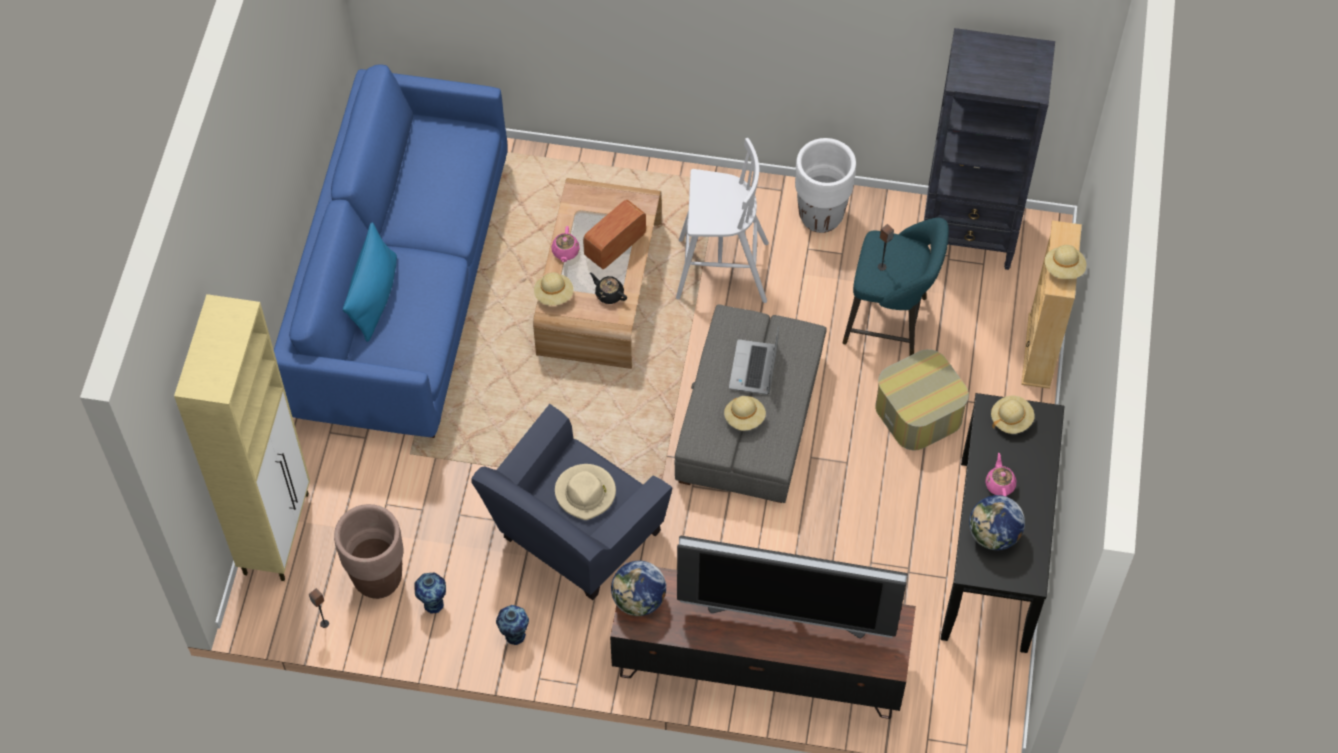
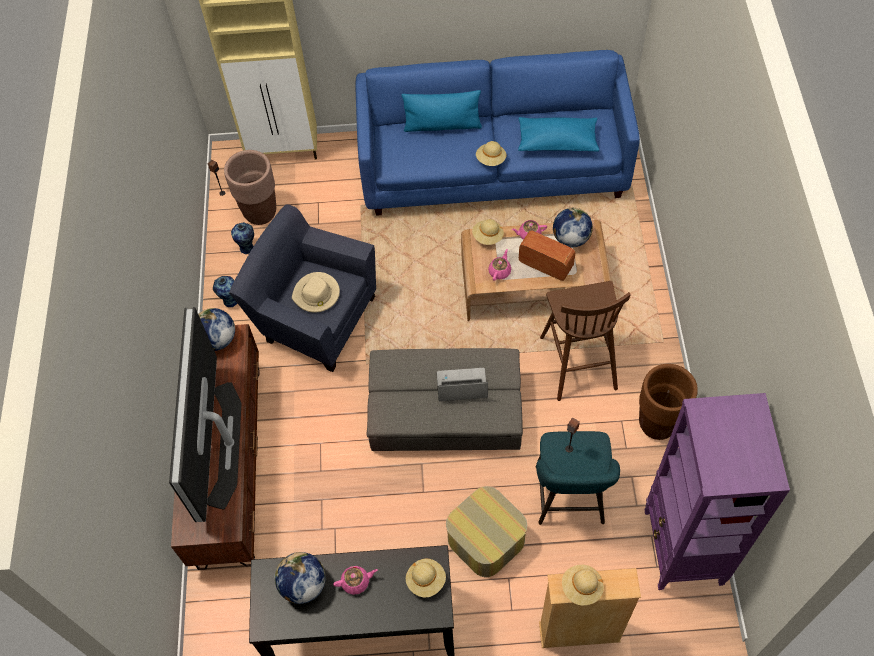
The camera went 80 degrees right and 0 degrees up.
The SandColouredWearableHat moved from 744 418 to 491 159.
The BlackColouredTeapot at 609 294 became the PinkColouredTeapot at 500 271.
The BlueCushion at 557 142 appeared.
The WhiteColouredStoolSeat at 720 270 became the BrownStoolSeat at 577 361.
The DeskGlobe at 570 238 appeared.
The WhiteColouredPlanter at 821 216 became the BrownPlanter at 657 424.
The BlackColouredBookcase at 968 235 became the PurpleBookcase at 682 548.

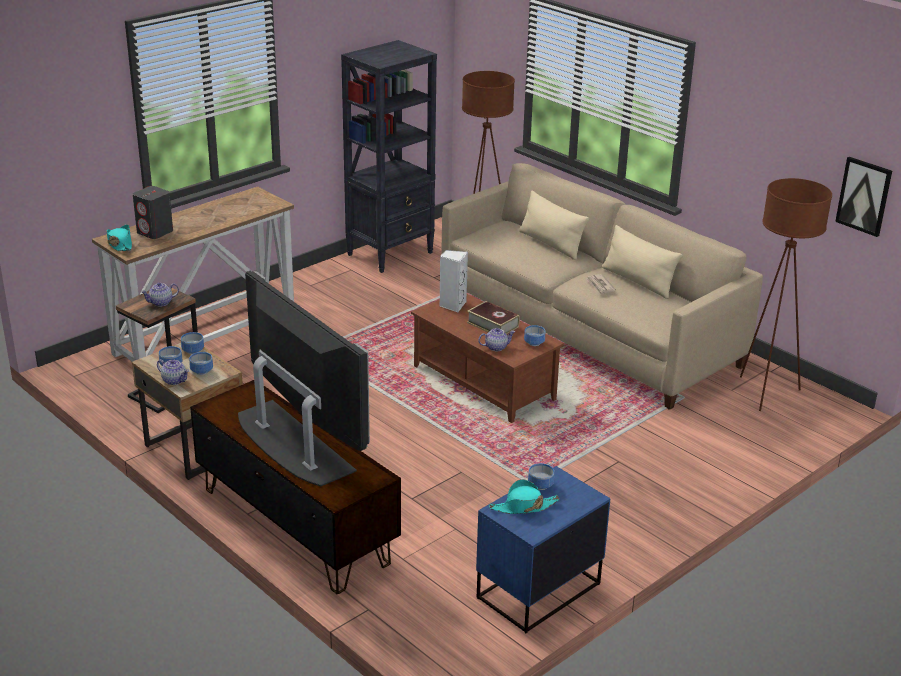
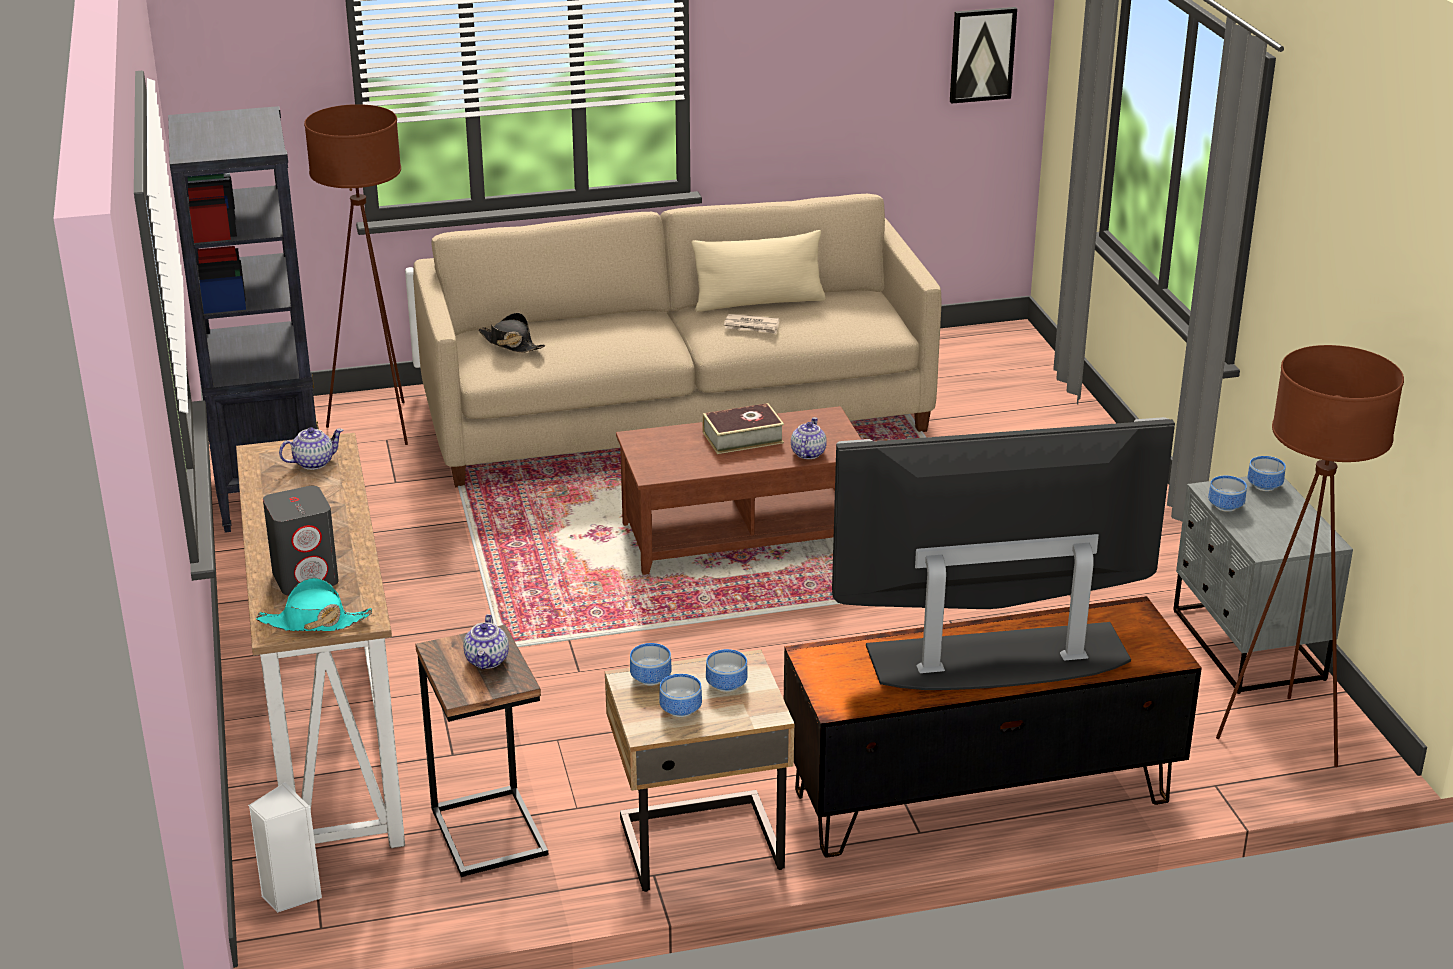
The camera went 60 degrees left and 0 degrees up.
The WhiteColouredAudioSpeaker moved from 452 305 to 290 894.
The Teapot moved from 175 380 to 314 462.
The BlackColouredWearableHat at 511 344 appeared.
The BlueNightstand at 537 591 became the GreyishNightstand at 1246 646.
The BrownStandingLamp moved from 766 393 to 1282 735.
The DeepDish moved from 534 342 to 1263 485.
The TurquoiseWearableHat at 523 507 disappeared.
The SandColouredCushion at 551 244 disappeared.

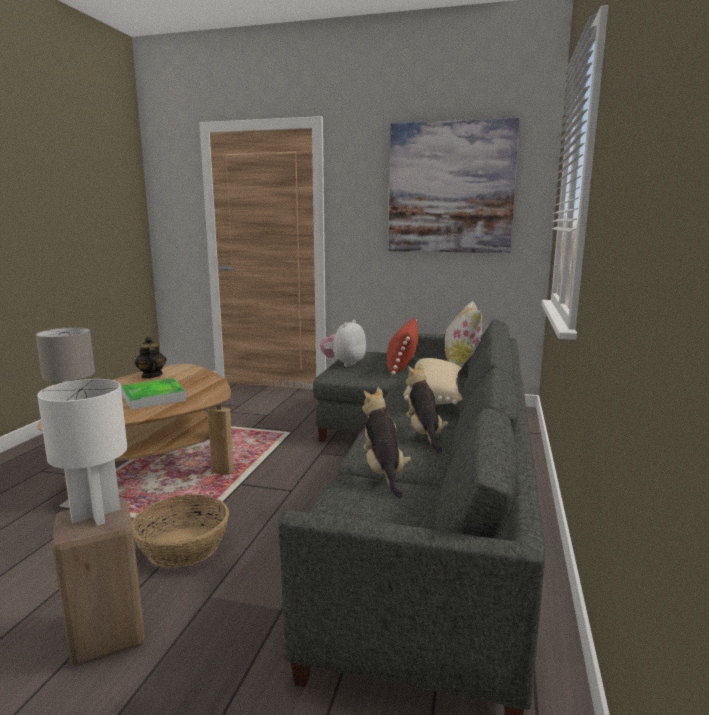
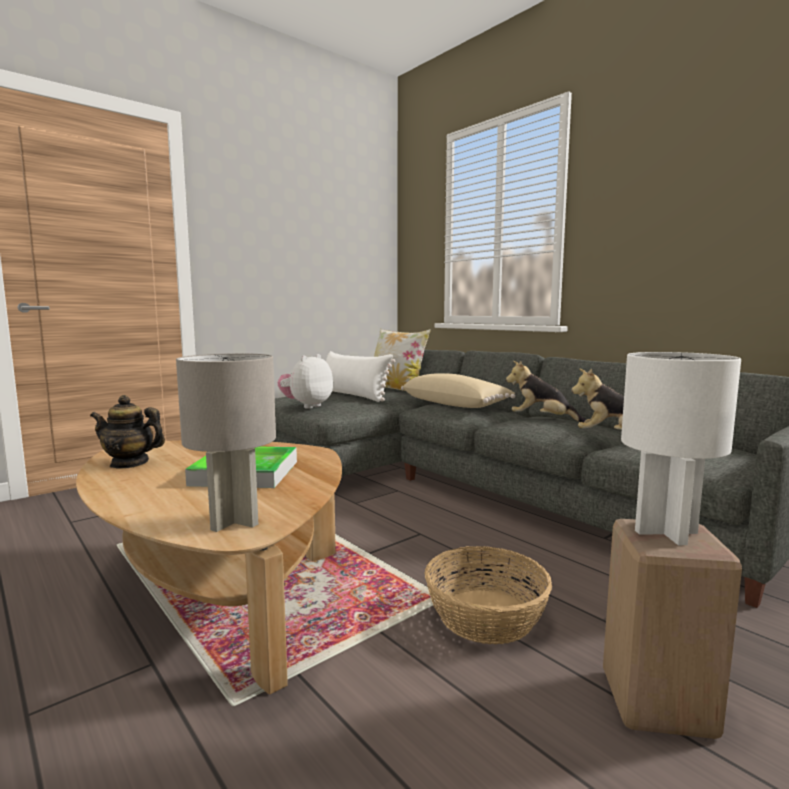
The camera went 55 degrees left and 5 degrees down.
The SoftToy at 344 364 turned 60 degrees clockwise.
The ReddishCushion at 402 363 became the WhiteColouredCushion at 352 395.
The Picture at 450 188 disappeared.

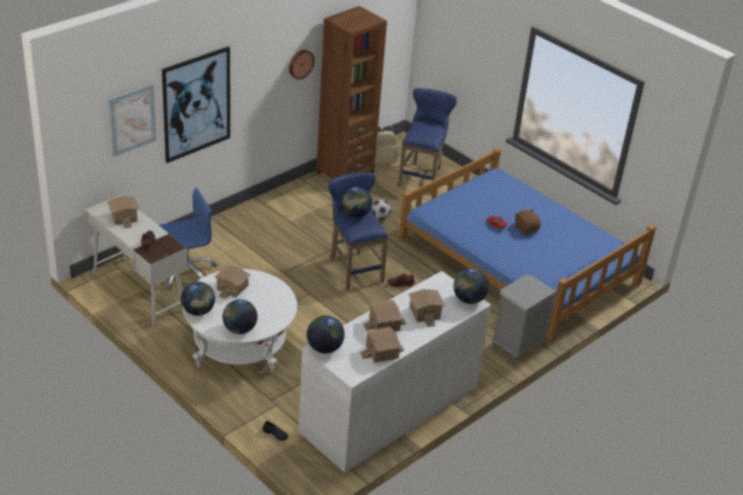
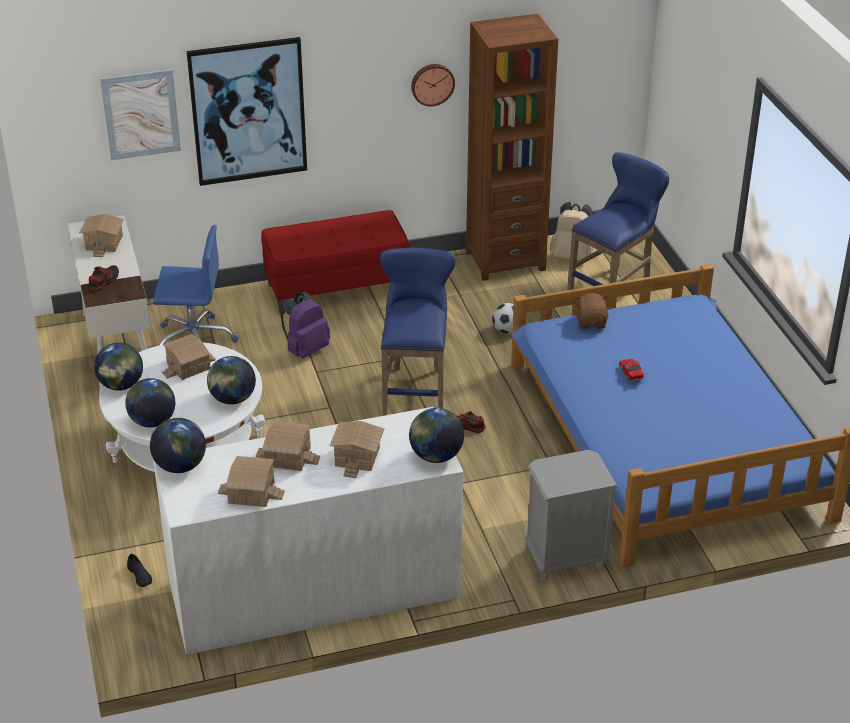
The camera went 30 degrees right and 0 degrees up.
The DeskGlobe moved from 355 214 to 232 399.
The ReddishBench at 337 288 appeared.
The PurpleBackpack at 305 349 appeared.
The BrownSoftToy moved from 526 229 to 591 322.

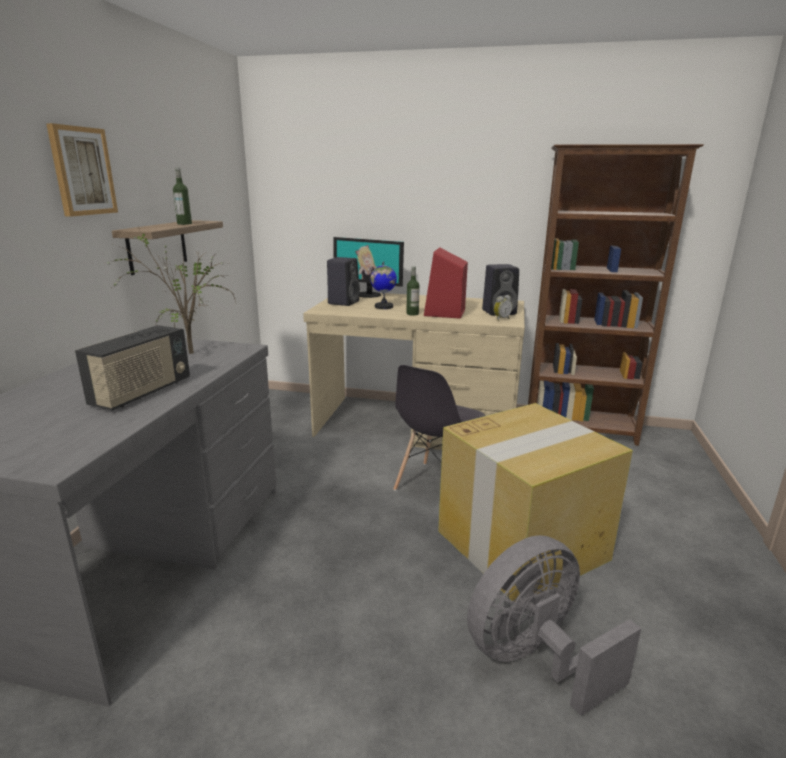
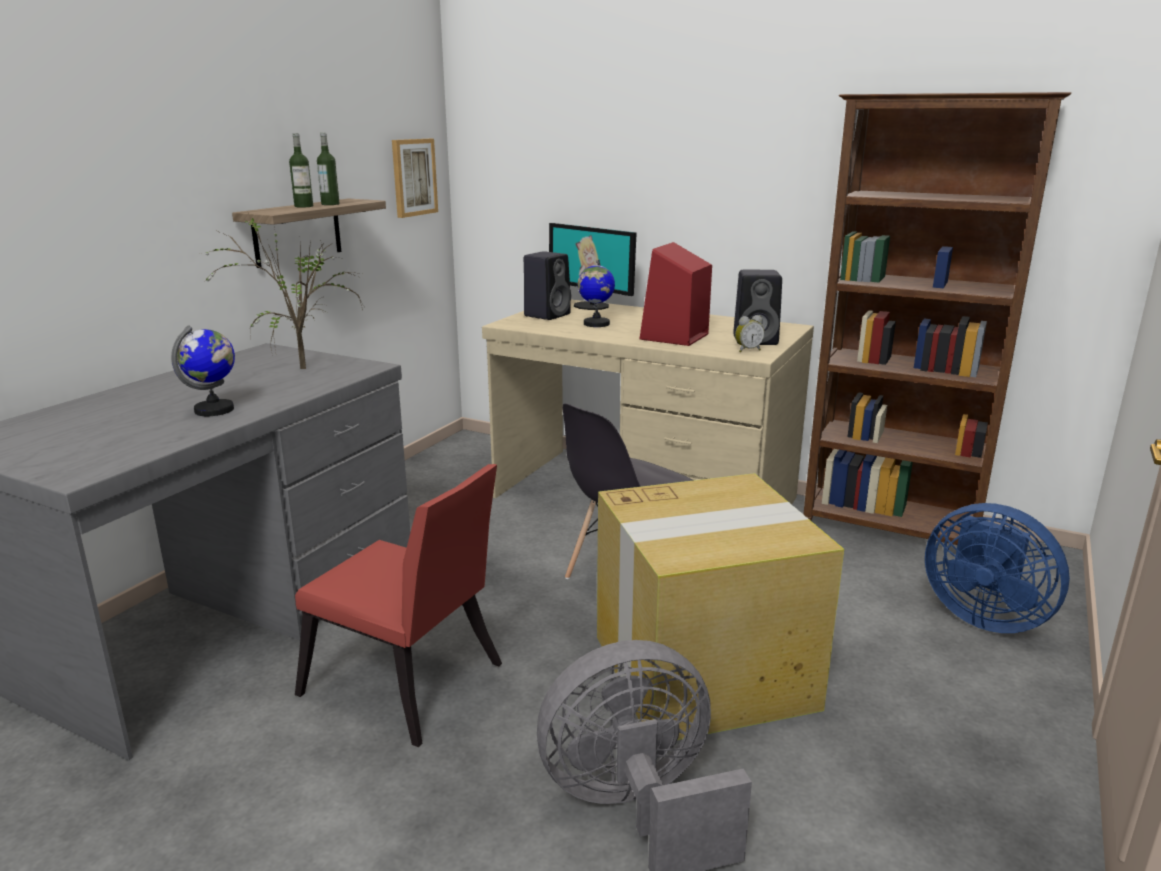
The camera went 15 degrees right and 0 degrees up.
The RadioSet at 142 393 was replaced by the DeskGlobe at 215 410.
The Bottle moved from 412 314 to 304 206.
The ReddishChair at 409 686 appeared.
The Picture moved from 82 171 to 413 177.
The BlueElectricFan at 983 616 appeared.

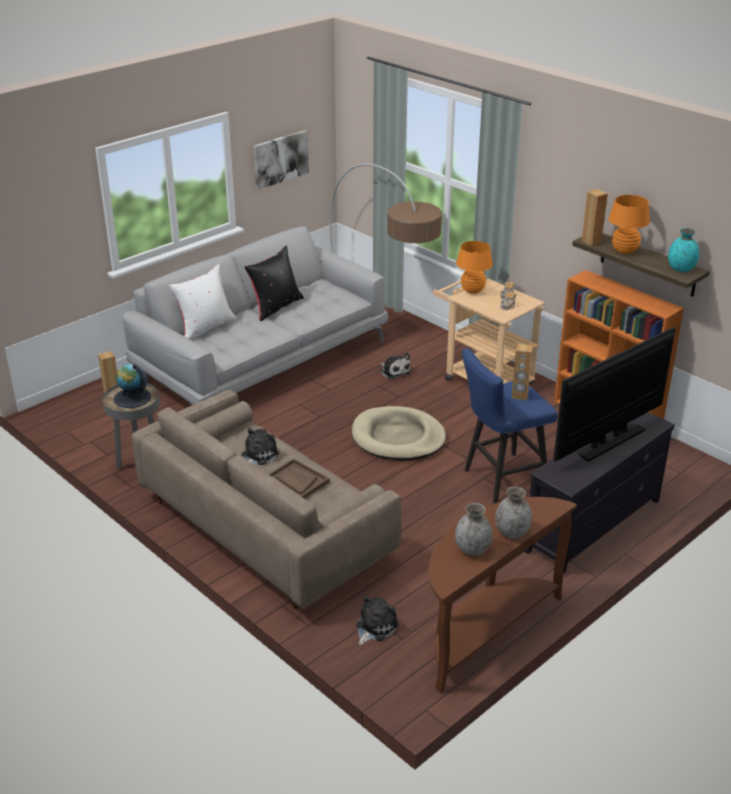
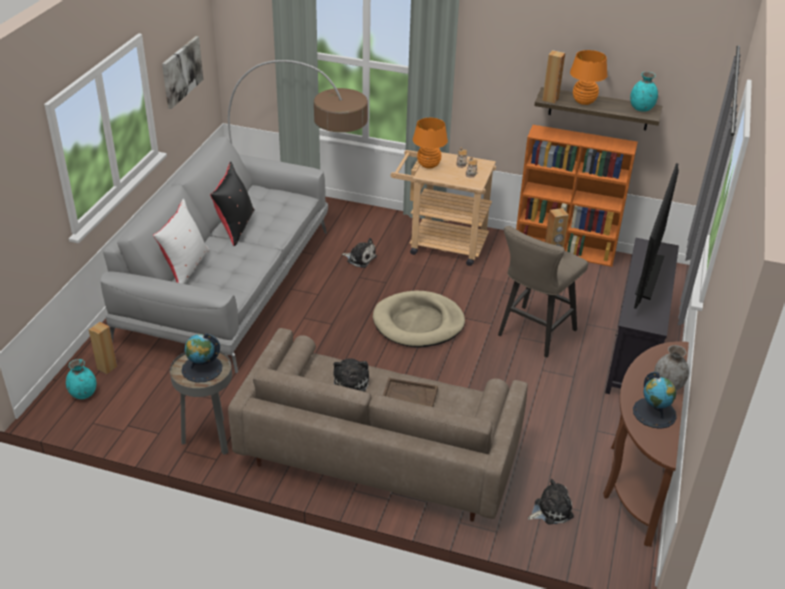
The camera went 30 degrees left and 5 degrees up.
The TurquoiseDecorativeVase at 83 394 appeared.
The BlueStoolSeat at 500 480 became the SandColouredStoolSeat at 533 334.
The SoftToy at 374 627 turned 60 degrees clockwise.
The GreyishDecorativeVase at 472 549 was replaced by the DeskGlobe at 654 413.

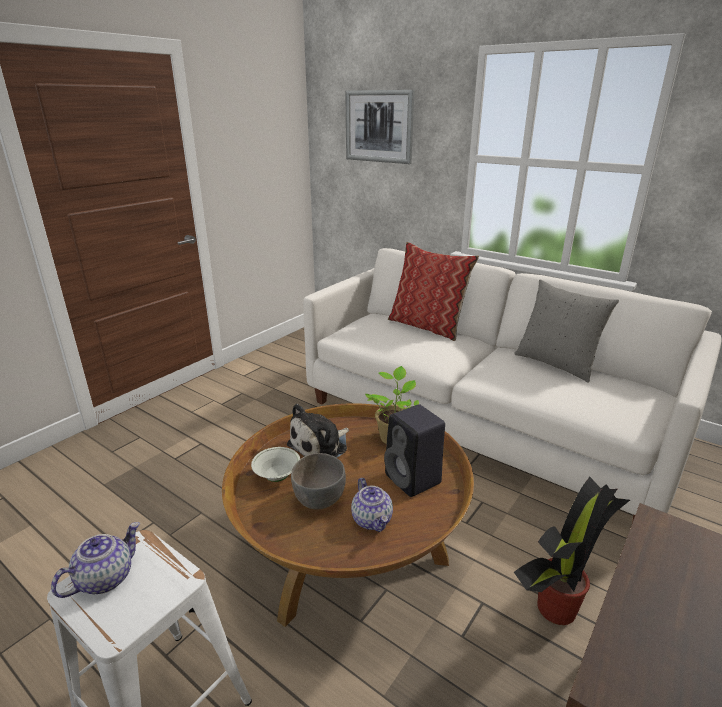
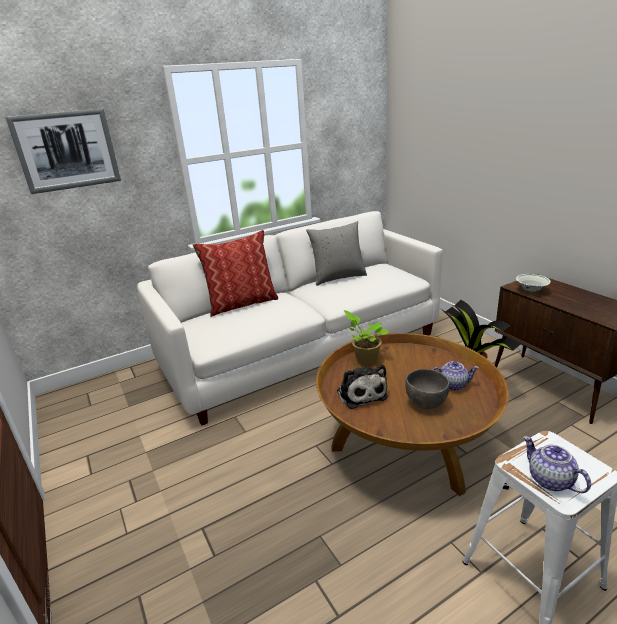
The camera went 65 degrees left and 0 degrees up.
The WhiteColouredDeepDish moved from 277 476 to 531 291.
The BlackColouredAudioSpeaker at 414 480 disappeared.

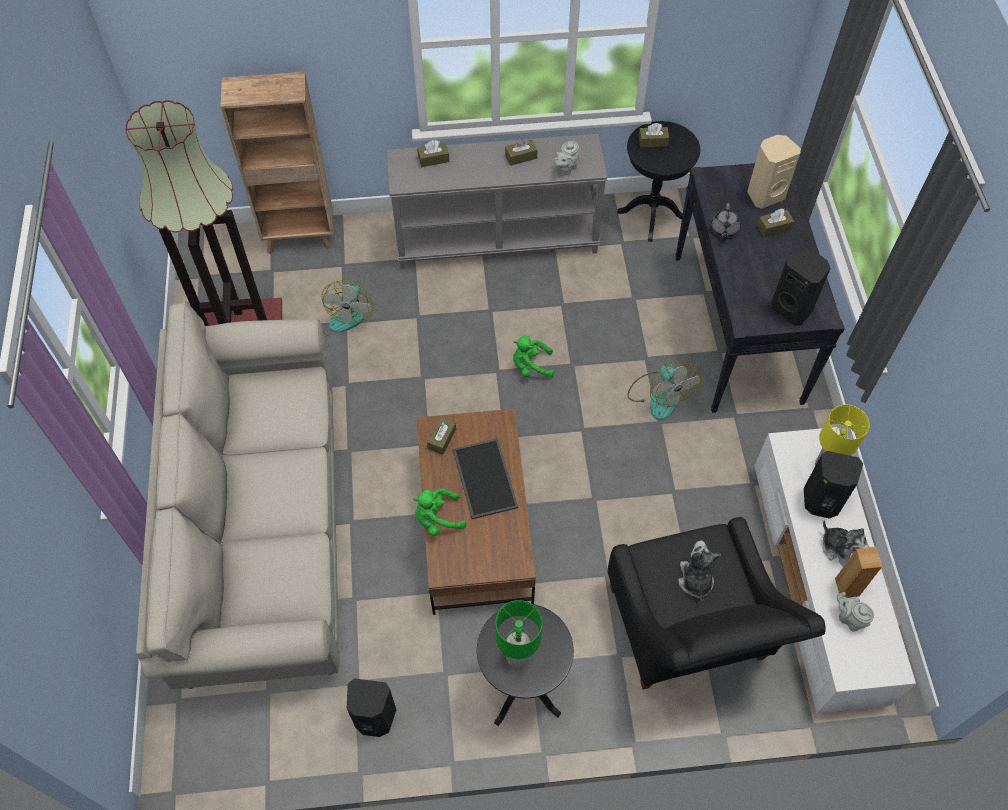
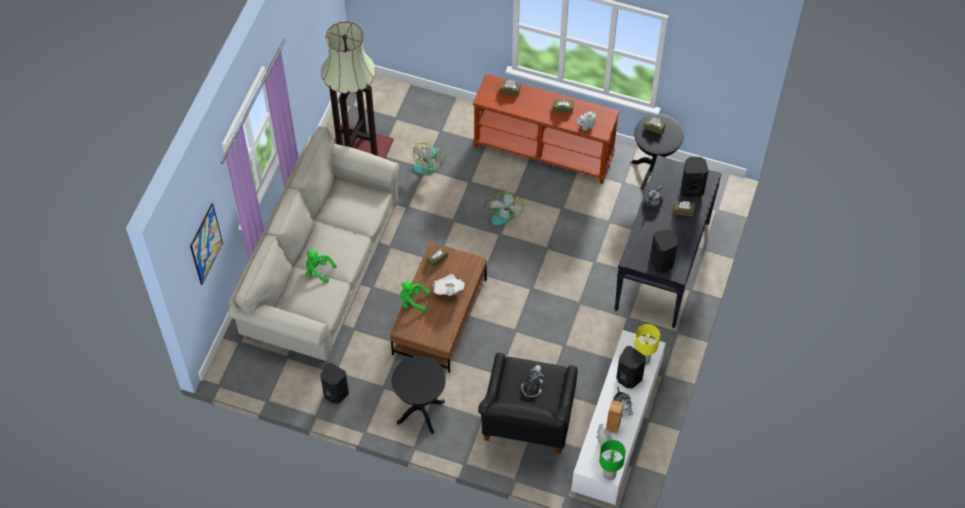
The camera went 25 degrees right and 0 degrees up.
The Picture at 206 244 appeared.
The GreenishSoftToy moved from 531 366 to 318 270.
The Tray at 483 478 was replaced by the Newspaper at 448 289.
The GreyishHallTable at 497 239 became the BrownHallTable at 544 150.
The ElectricFan moved from 659 395 to 503 211.
The GreenishTableLamp moved from 517 657 to 609 474.
The SandColouredAudioSpeaker at 765 195 became the BlackColouredAudioSpeaker at 691 189.
The BrownBookcase at 300 237 disappeared.

